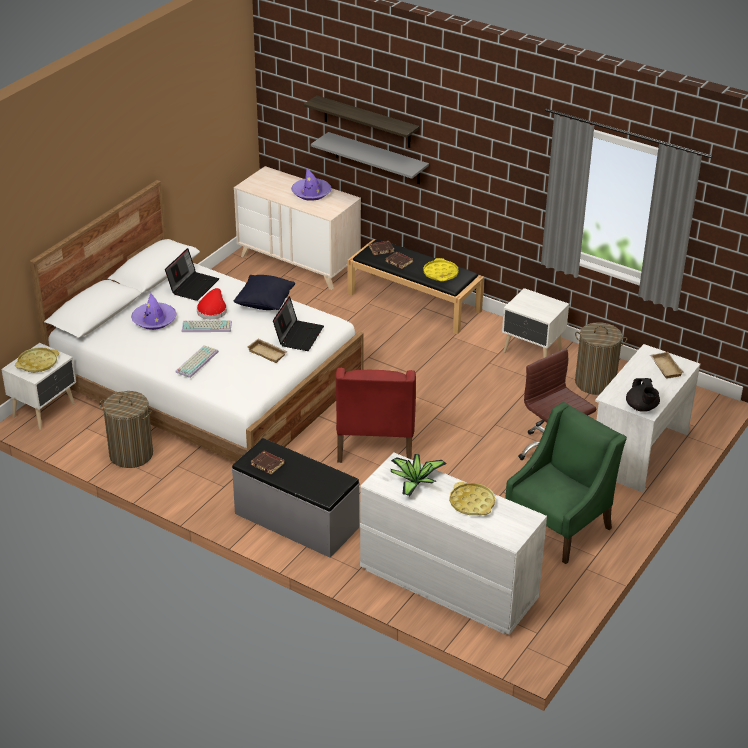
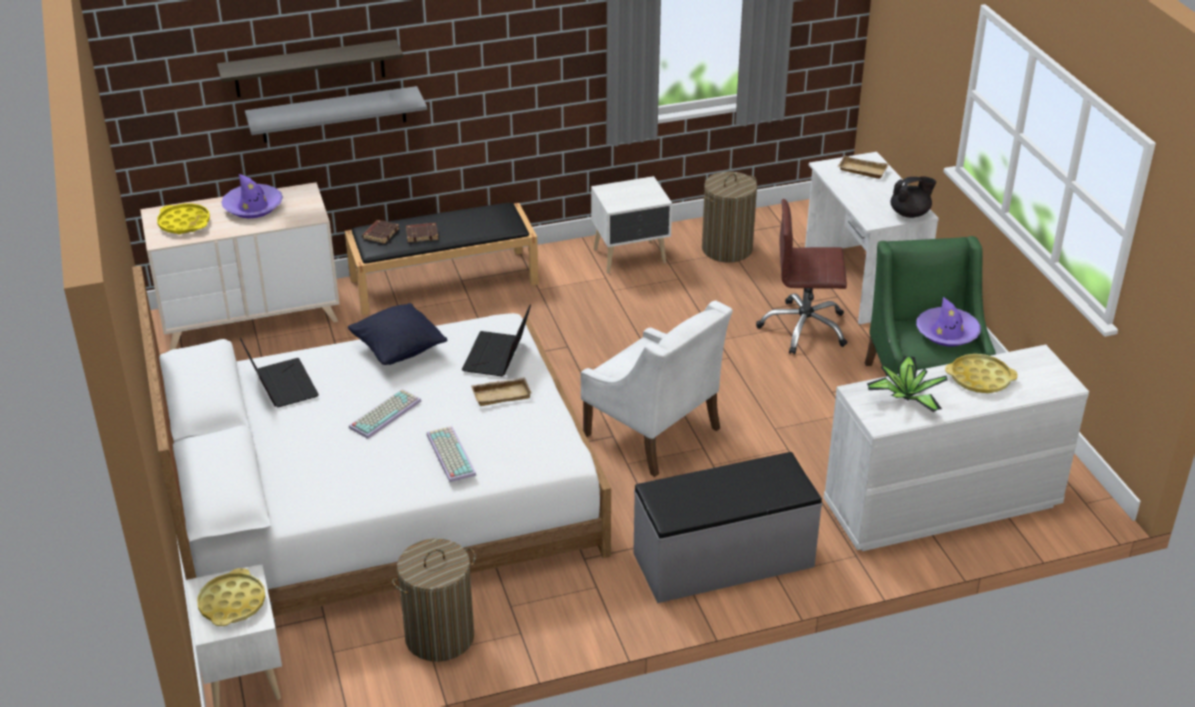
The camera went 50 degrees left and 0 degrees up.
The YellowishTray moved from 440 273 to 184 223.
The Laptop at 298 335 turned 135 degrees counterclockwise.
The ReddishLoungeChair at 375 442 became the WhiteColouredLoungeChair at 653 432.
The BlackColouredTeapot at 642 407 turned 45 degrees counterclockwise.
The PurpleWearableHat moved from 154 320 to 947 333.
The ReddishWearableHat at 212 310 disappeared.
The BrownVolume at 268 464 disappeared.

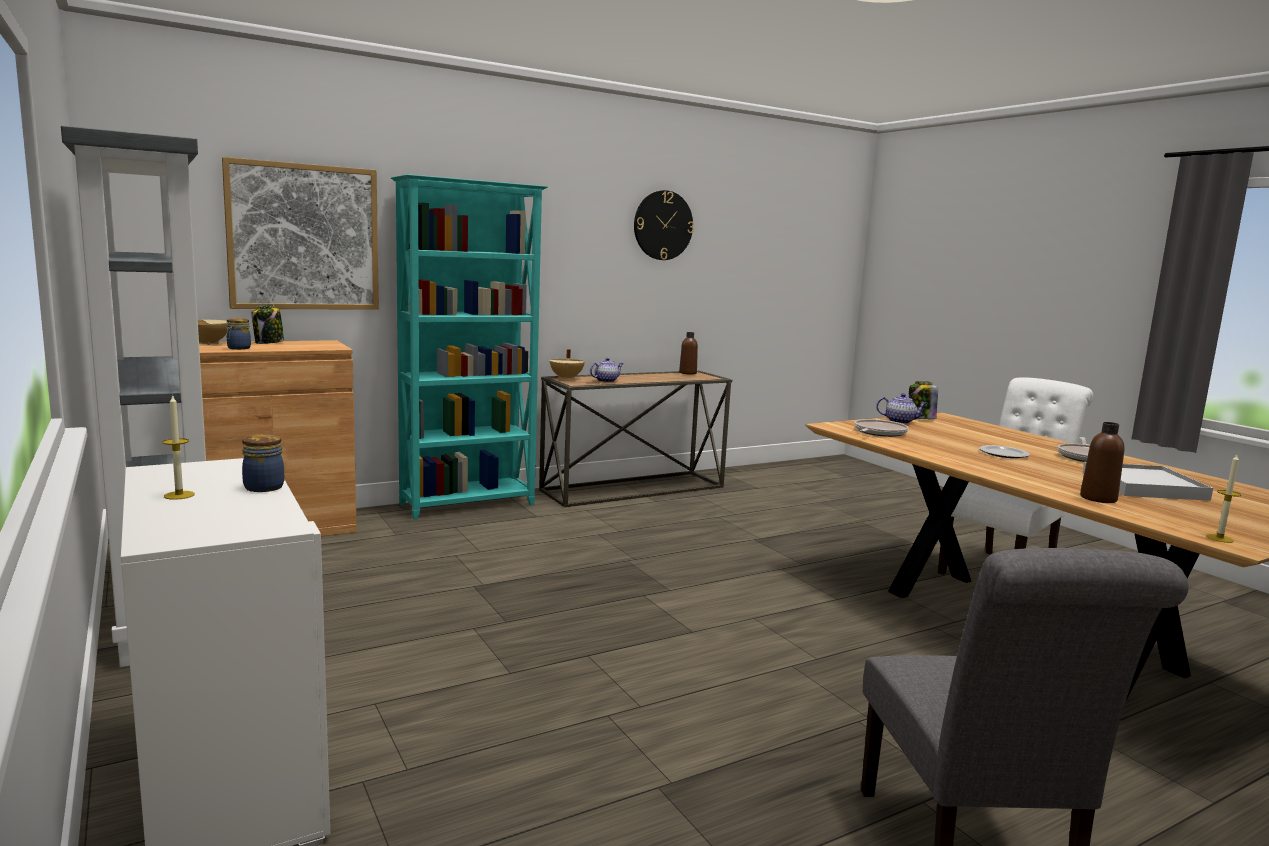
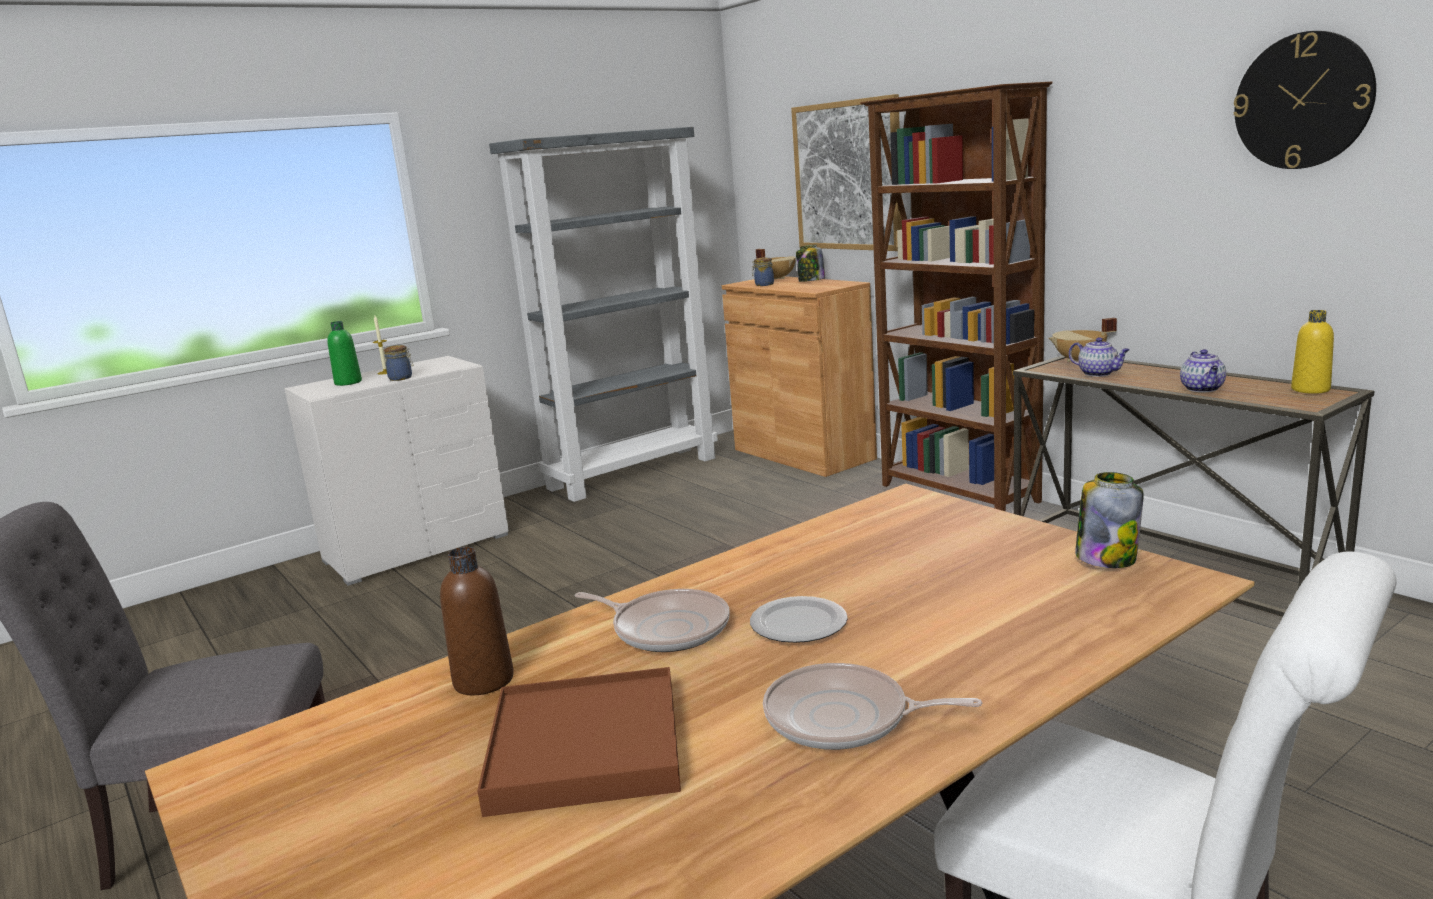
The camera went 85 degrees right and 5 degrees up.
The GreenishBottle at 348 382 appeared.
The WhiteColouredTray at 1143 486 became the BrownTray at 585 747.
The FryingPan moved from 878 433 to 666 628.
The TurquoiseBookcase at 469 505 became the BrownBookcase at 958 494.
The Teapot moved from 900 421 to 1202 389.
The BrownBottle at 688 373 became the YellowishBottle at 1310 389.
The WaxCandle at 1219 538 disappeared.

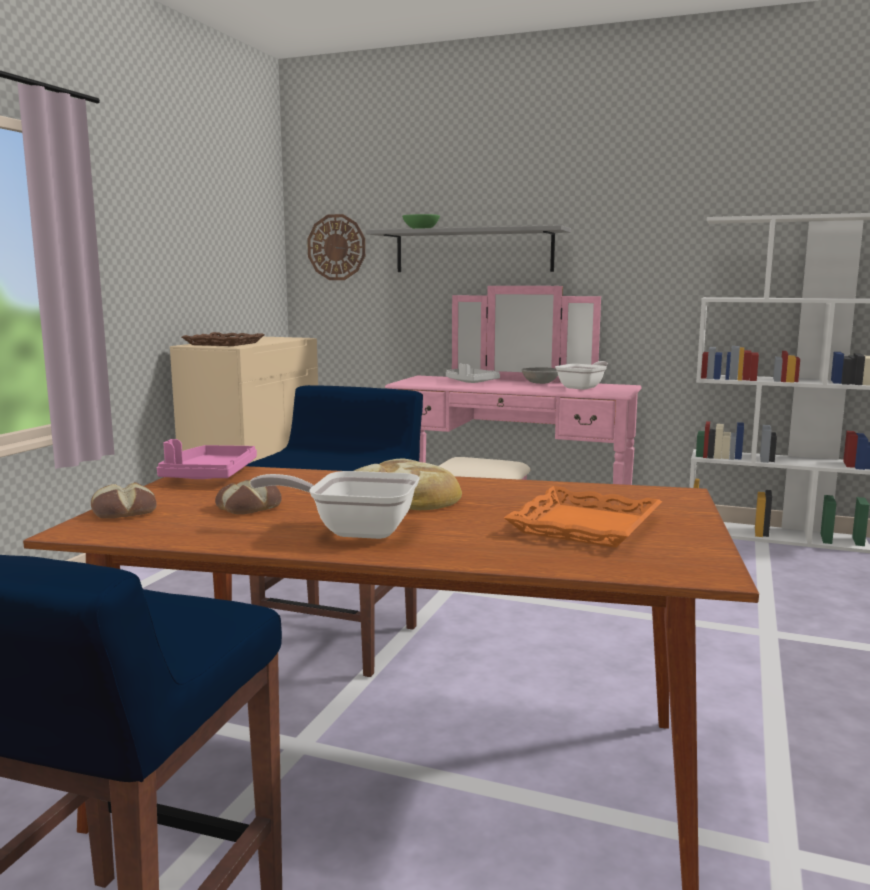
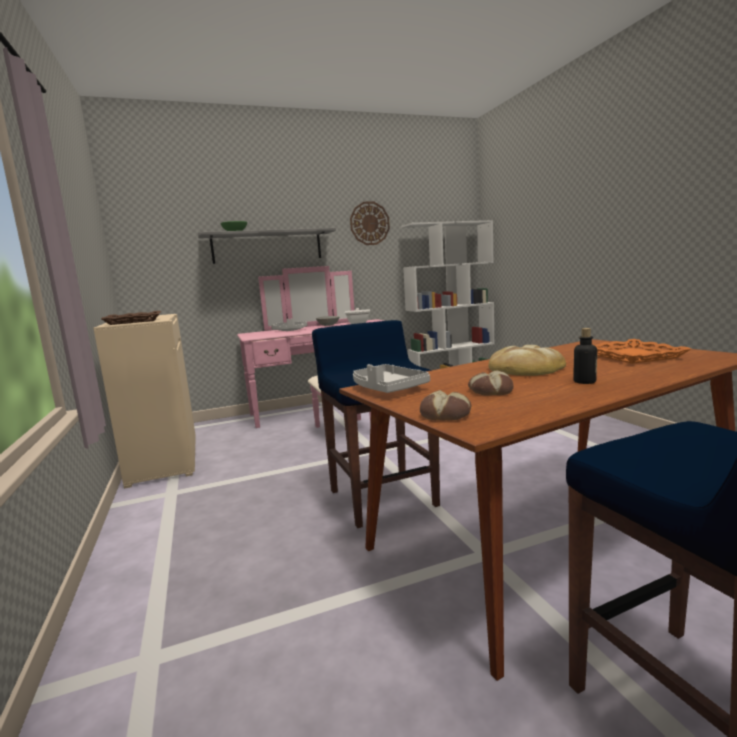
The camera went 40 degrees left and 0 degrees up.
The WallClock moved from 336 247 to 369 223.
The PinkColouredTray at 209 475 became the GreyishTray at 387 388.
The FryingPan at 354 530 was replaced by the Bottle at 584 382.

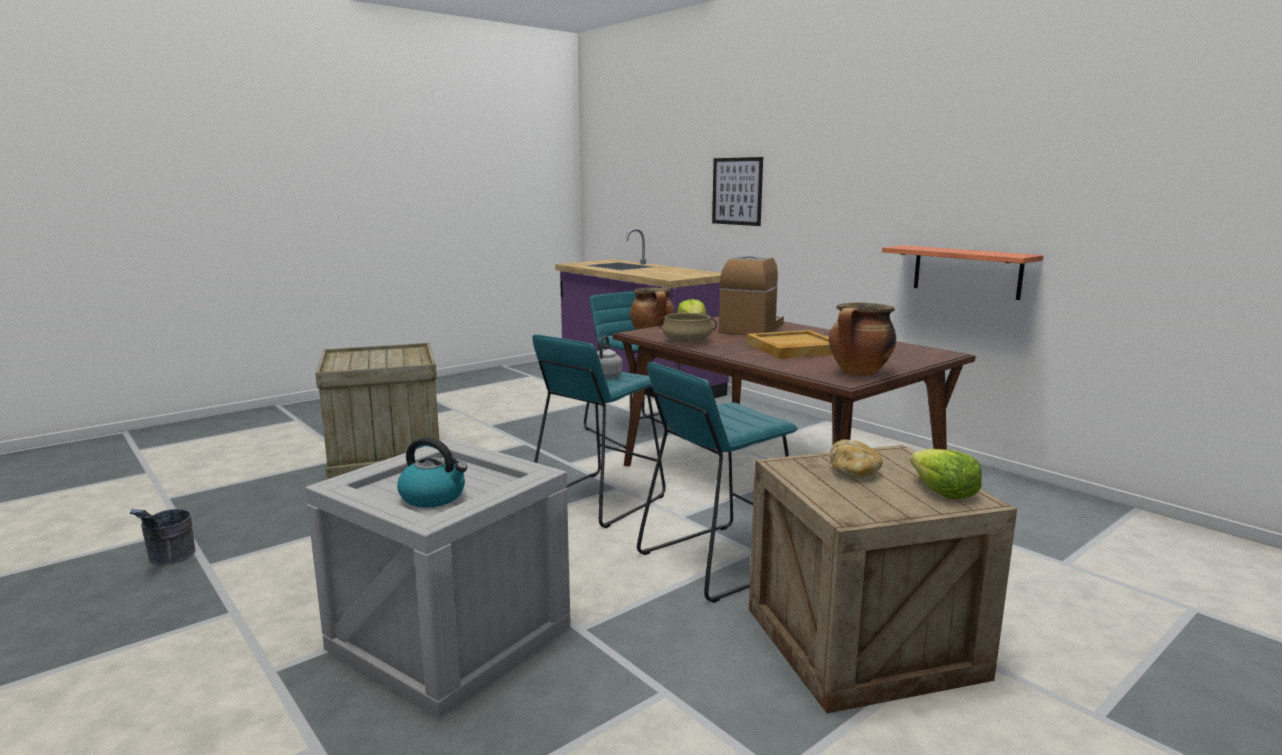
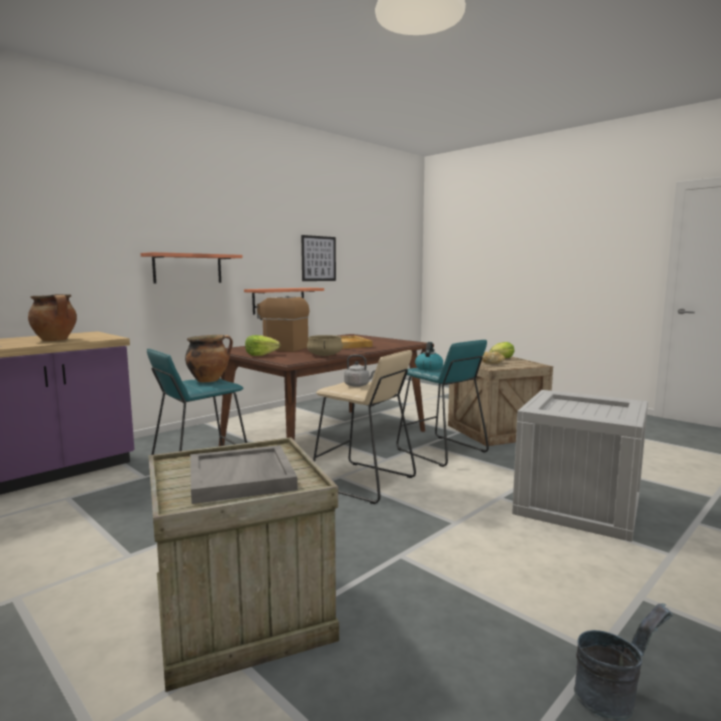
The camera went 95 degrees left and 5 degrees down.
The Saucepot moved from 859 373 to 56 340.
The Shelf at 188 268 appeared.
The GreyishTray at 242 477 appeared.
The Picture moved from 737 191 to 318 258.
The TurquoiseStoolSeat at 597 499 became the SandColouredStoolSeat at 363 482.
The WaterKettle moved from 434 497 to 428 368.

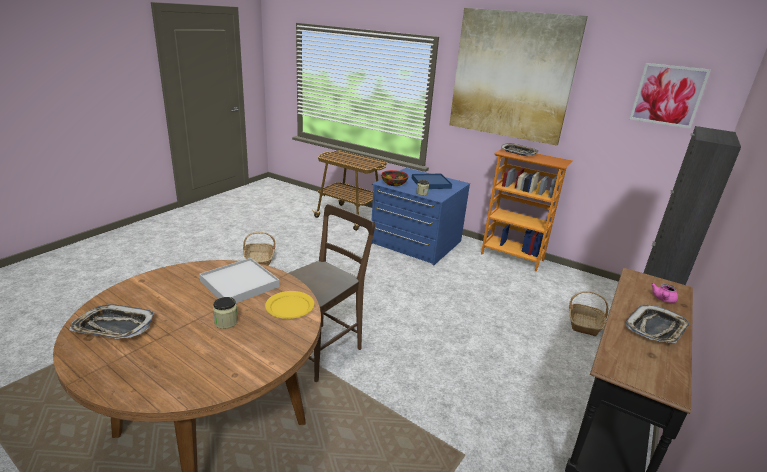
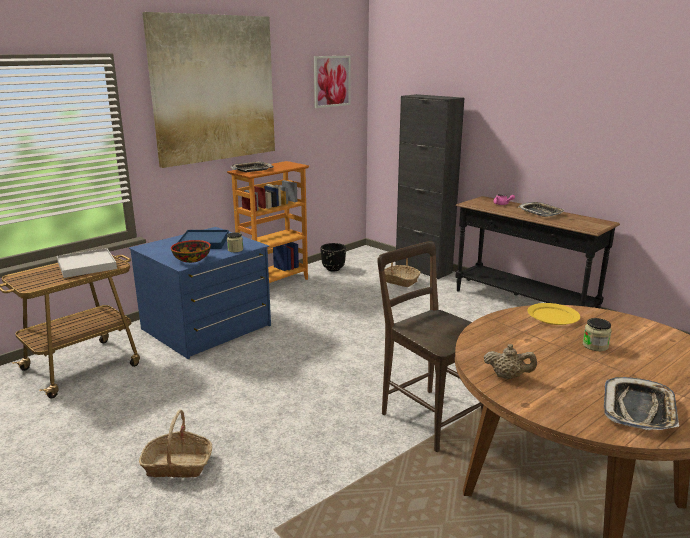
The camera went 75 degrees left and 5 degrees down.
The WhiteColouredTray moved from 239 284 to 86 265.
The BlackColouredPlanter at 333 269 appeared.
The SandColouredTeapot at 508 376 appeared.

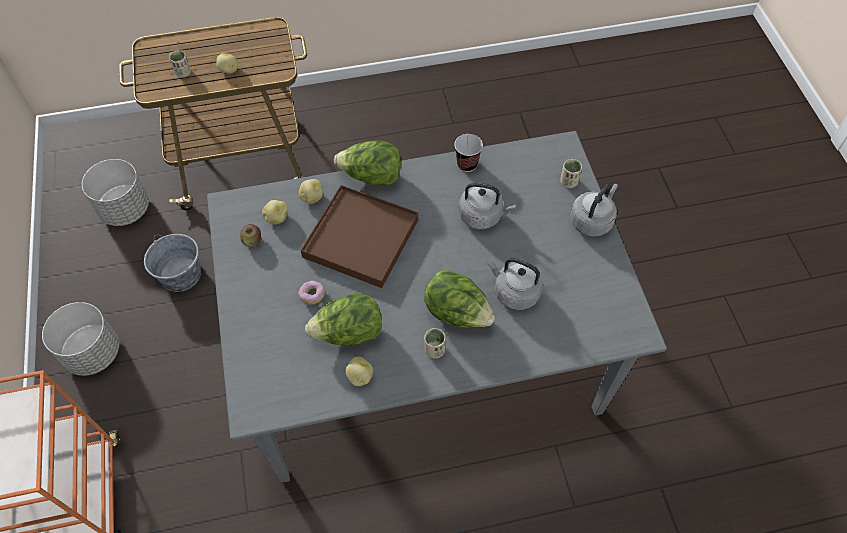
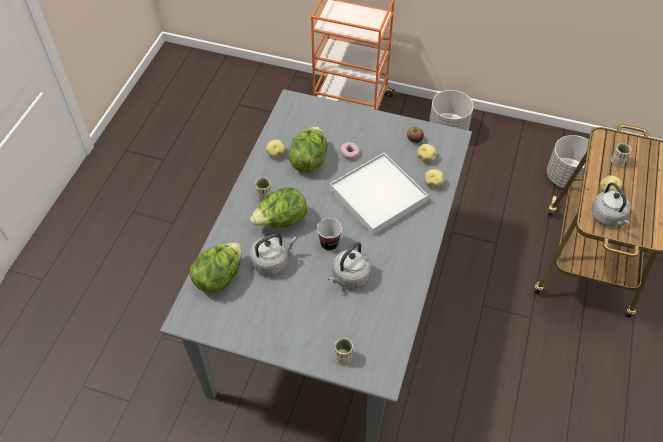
The camera went 120 degrees right and 5 degrees down.
The LettuceHead moved from 371 177 to 219 277.
The DrinkingCup moved from 467 164 to 329 244.
The BrownTray at 361 238 became the WhiteColouredTray at 378 196.
The GreyishWaterKettle moved from 592 220 to 608 217.
The GreyishBucket at 180 274 disappeared.

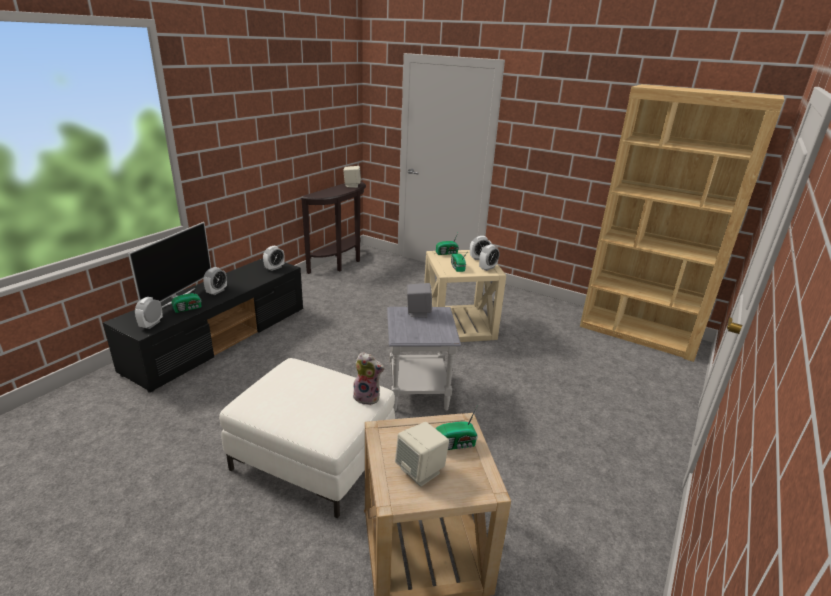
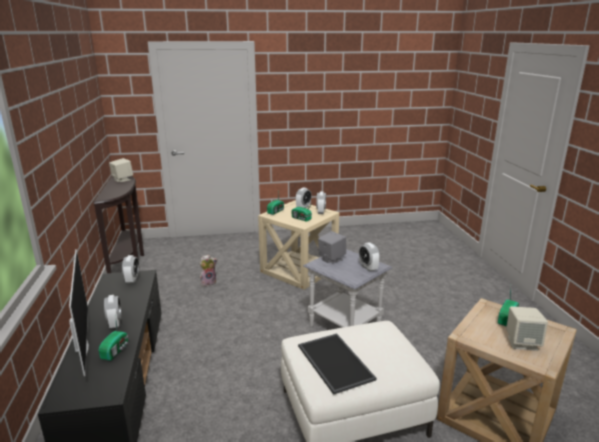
The camera went 40 degrees left and 5 degrees down.
The SoftToy moved from 368 397 to 208 283.
The Tray at 333 362 appeared.
The AlarmClock moved from 151 324 to 368 268.
The BrownBookcase at 638 333 disappeared.

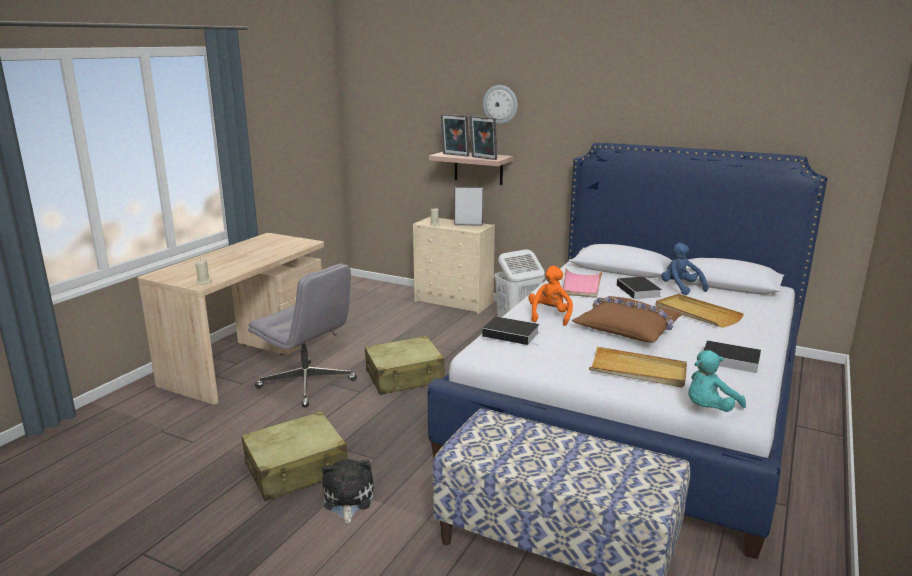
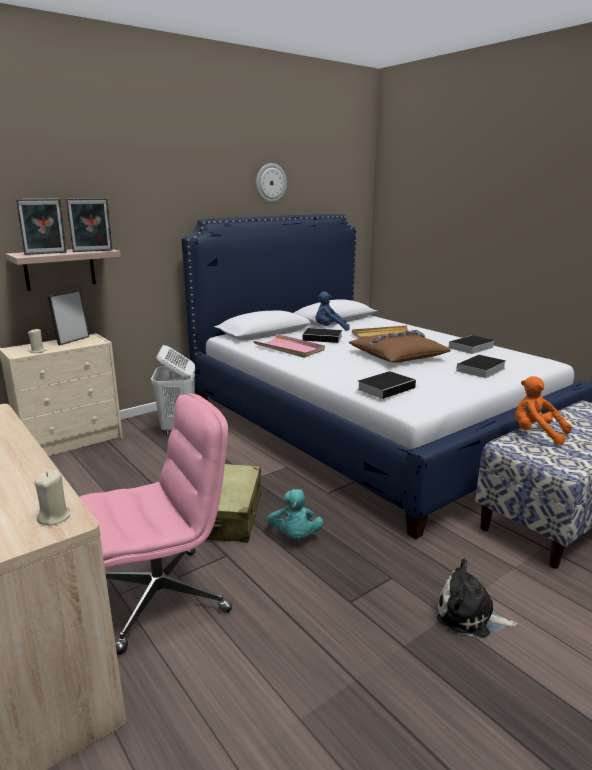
The camera went 65 degrees left and 0 degrees up.
The GreyishOfficeChair at 307 384 became the PinkColouredOfficeChair at 161 596.
The WallClock moved from 500 104 to 270 183.
The TurquoiseSoftToy moved from 709 409 to 295 536.
The SandColouredTray at 638 371 was replaced by the Volume at 480 370.
The OrangeSoftToy moved from 549 316 to 536 434.
The SandColouredTravelCase at 297 469 disappeared.

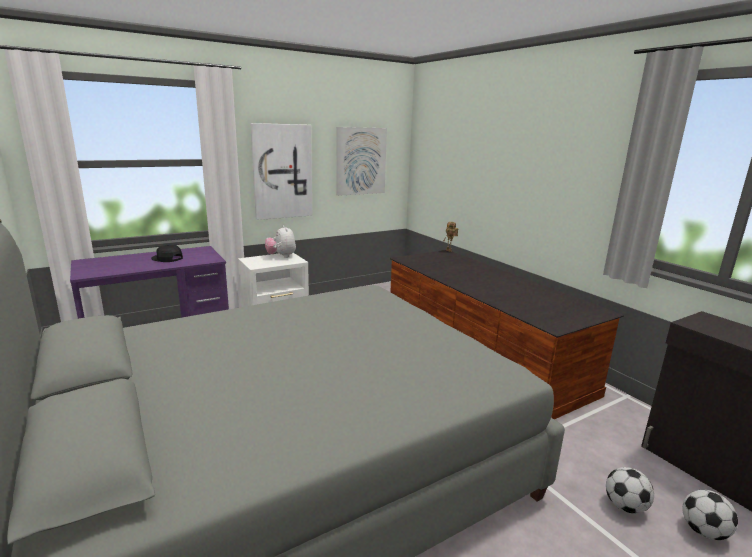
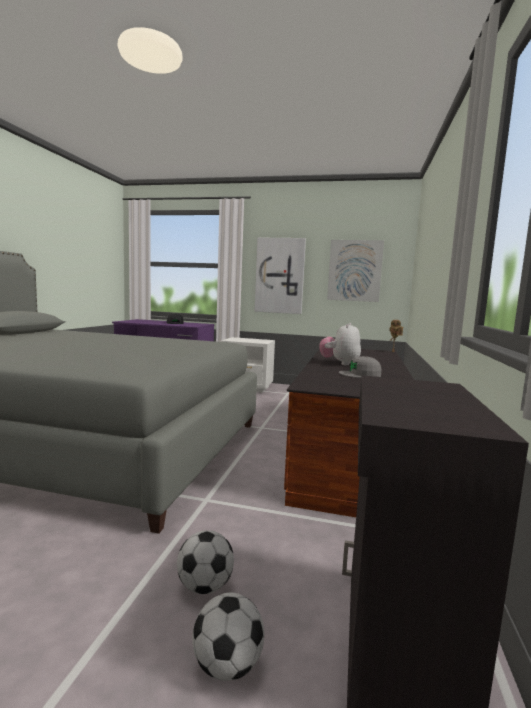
The camera went 45 degrees right and 10 degrees down.
The SoftToy moved from 281 256 to 340 363.
The GreyishCap at 360 374 appeared.

